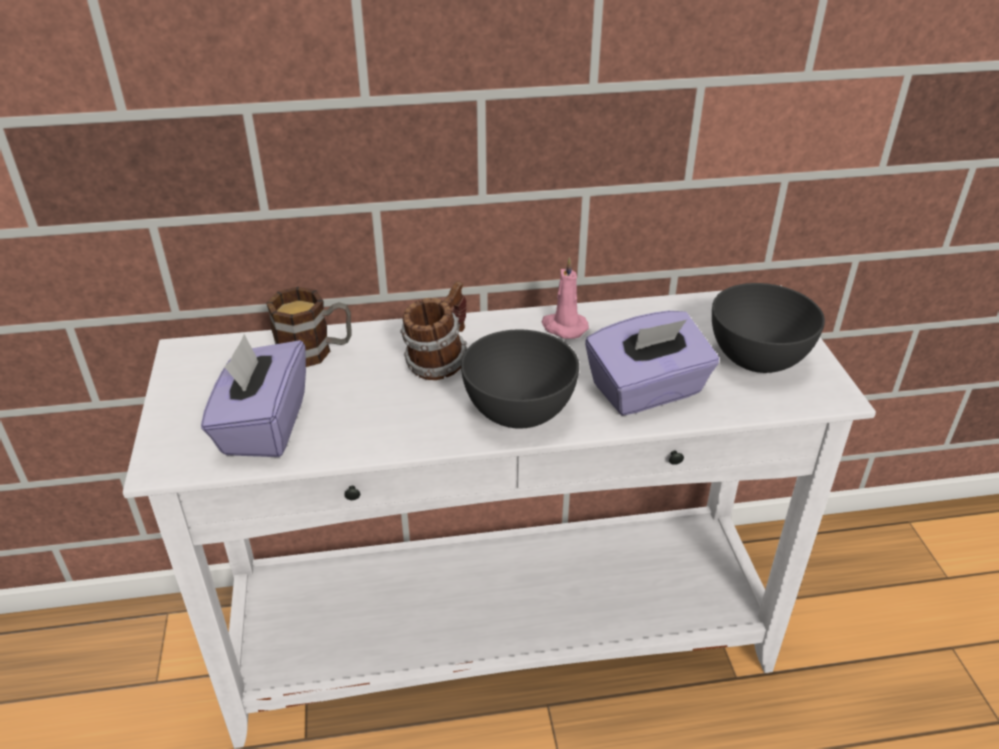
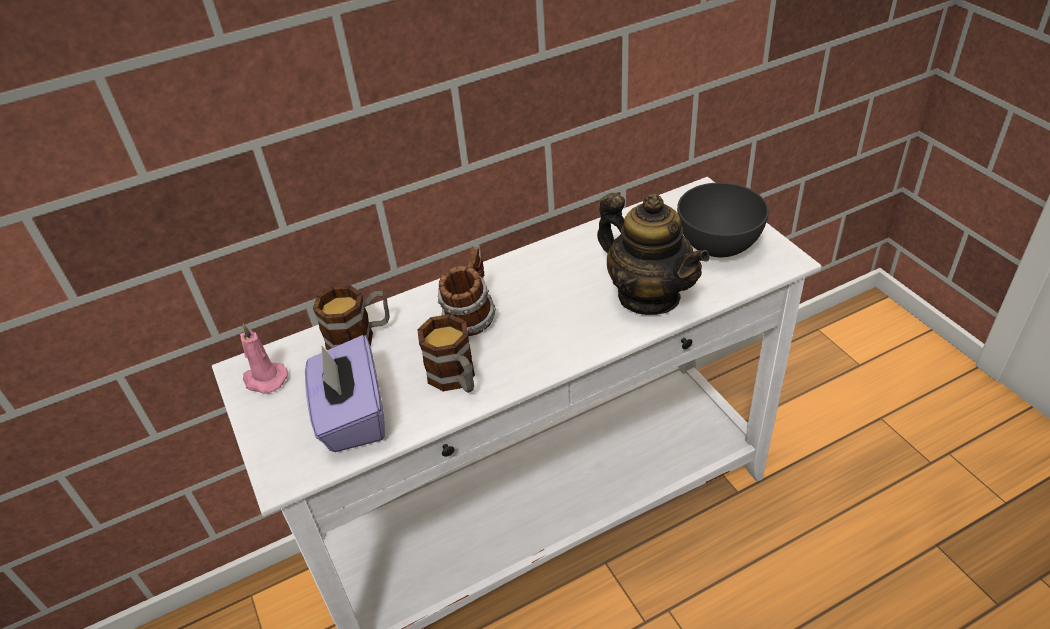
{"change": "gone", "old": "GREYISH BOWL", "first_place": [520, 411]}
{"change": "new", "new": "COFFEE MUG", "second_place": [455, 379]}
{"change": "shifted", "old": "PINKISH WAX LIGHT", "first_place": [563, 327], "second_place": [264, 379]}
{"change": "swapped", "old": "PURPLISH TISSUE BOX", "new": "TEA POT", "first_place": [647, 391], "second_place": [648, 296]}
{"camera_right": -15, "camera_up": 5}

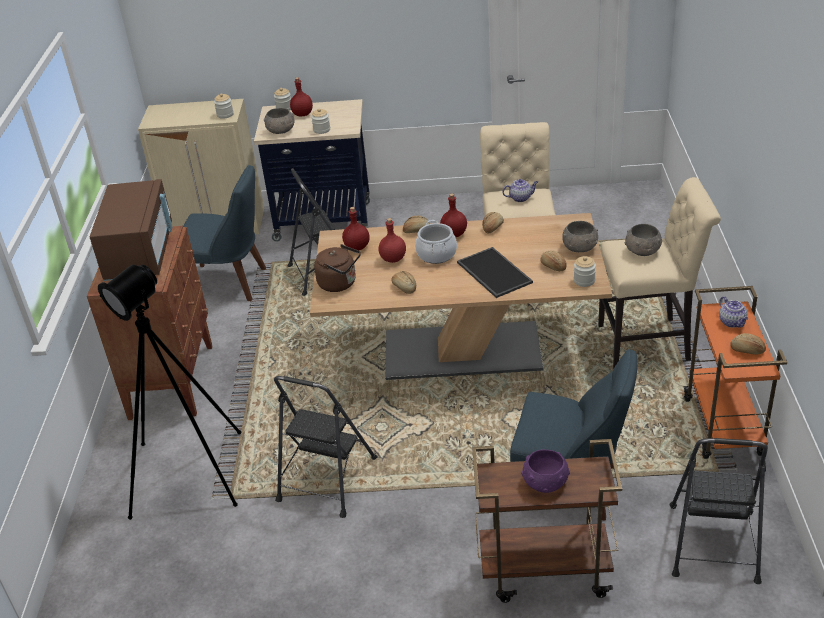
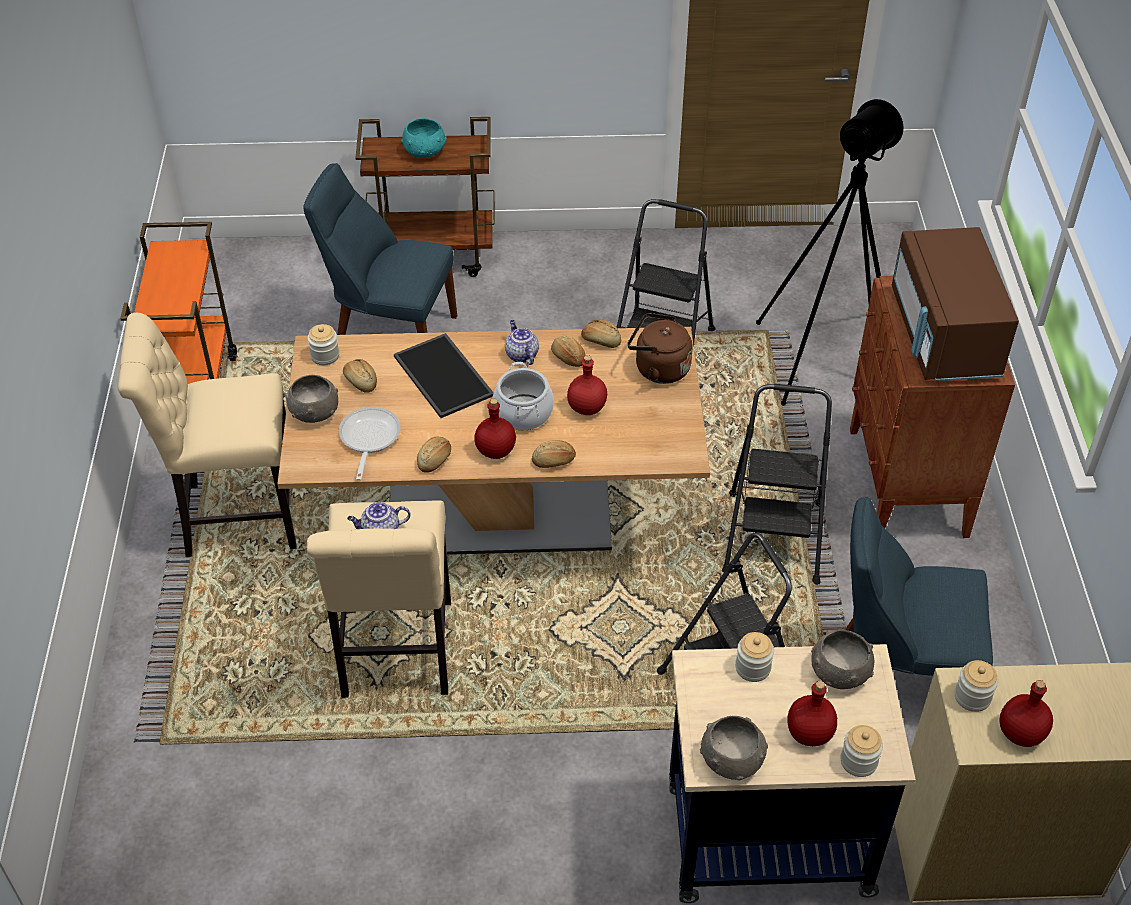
{"change": "new", "new": "SKILLET", "second_place": [368, 439]}
{"change": "shifted", "old": "REDDISH DRINK BOTTLE", "first_place": [357, 247], "second_place": [1020, 733]}
{"change": "shifted", "old": "GREYISH BOWL", "first_place": [642, 251], "second_place": [732, 759]}
{"change": "shifted", "old": "BLACK STEP STOOL", "first_place": [713, 544], "second_place": [774, 533]}
{"change": "shifted", "old": "TEA POT", "first_place": [732, 322], "second_place": [521, 355]}
{"change": "shifted", "old": "BAKERY BREAD", "first_place": [747, 350], "second_place": [601, 340]}
{"change": "repainted", "old": "PURPLISH BOWL", "new": "BLUE-GREEN BOWL", "first_place": [544, 482], "second_place": [425, 151]}
{"camera_right": 175, "camera_up": 10}

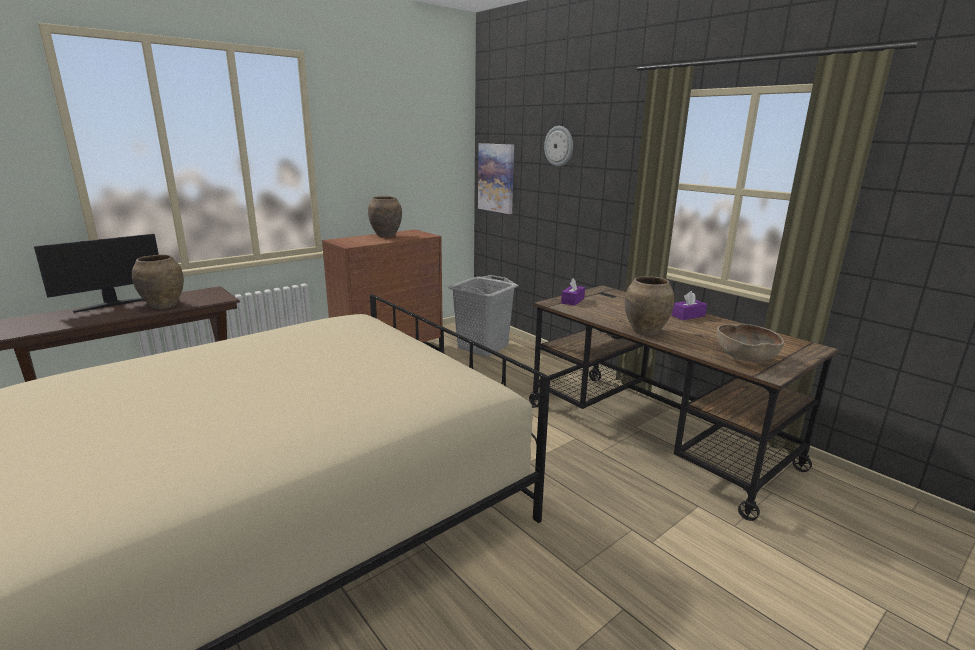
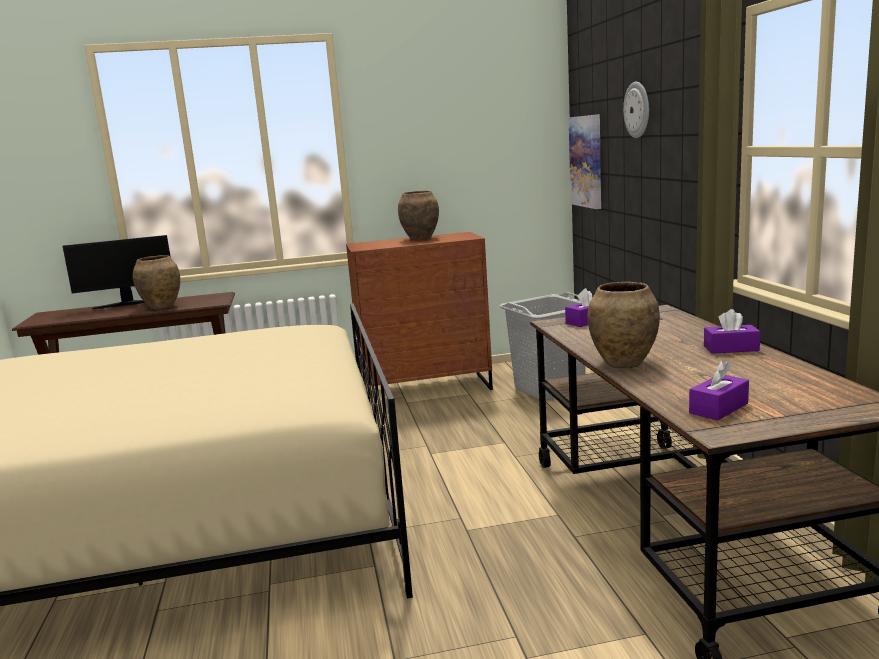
{"change": "swapped", "old": "BROWNISH BOWL", "new": "PURPLISH TISSUE BOX", "first_place": [744, 358], "second_place": [718, 408]}
{"camera_right": 30, "camera_up": -5}

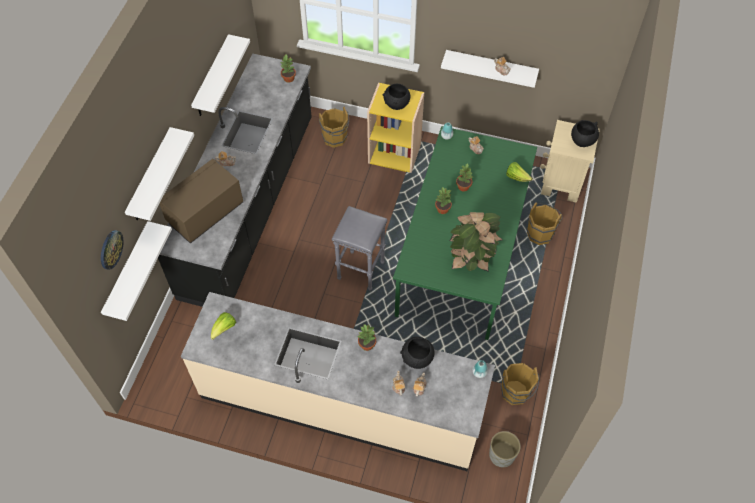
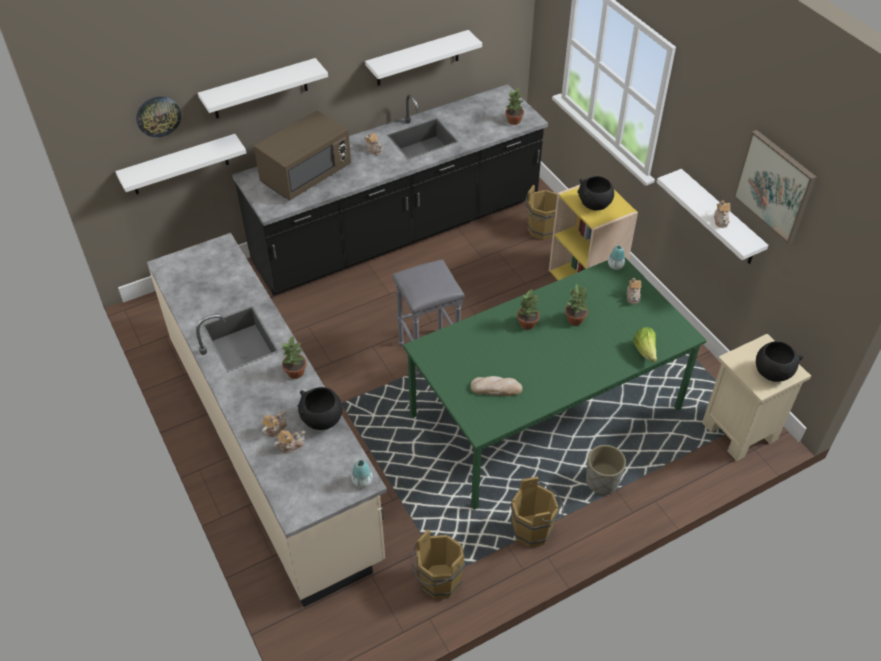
{"change": "gone", "old": "LETTUCE HEAD", "first_place": [224, 329]}
{"change": "new", "new": "WALL ART", "second_place": [775, 186]}
{"change": "shifted", "old": "GREYISH PLANT POT", "first_place": [502, 455], "second_place": [602, 482]}
{"change": "shifted", "old": "BROWNISH WATER BUCKET", "first_place": [540, 233], "second_place": [535, 529]}
{"change": "swapped", "old": "HOUSEPLANT", "new": "BAKERY BREAD", "first_place": [471, 261], "second_place": [496, 388]}
{"change": "rotated", "old": "BROWNISH MICROWAVE OVEN", "first_place": [205, 213], "second_place": [306, 174], "degrees": 135}
{"camera_right": 45, "camera_up": -10}

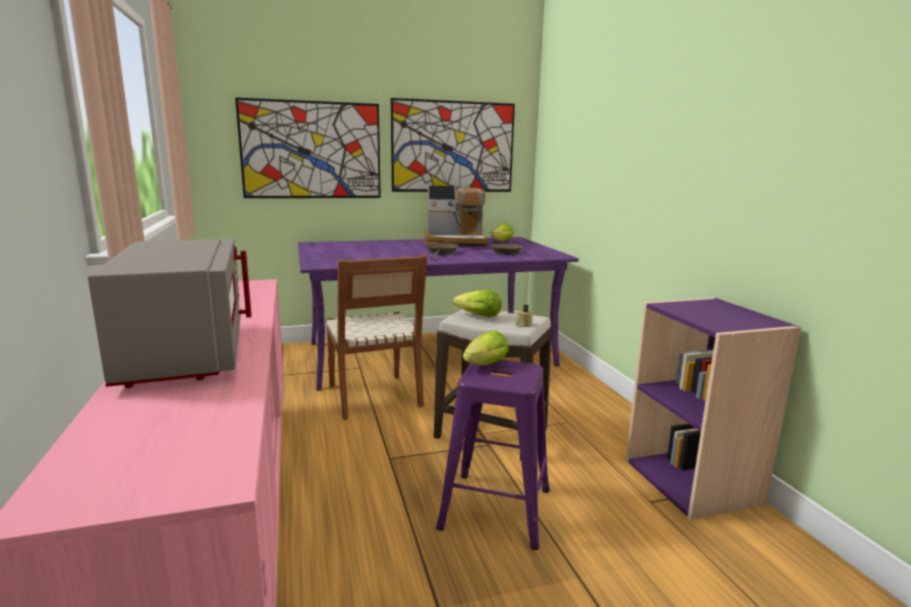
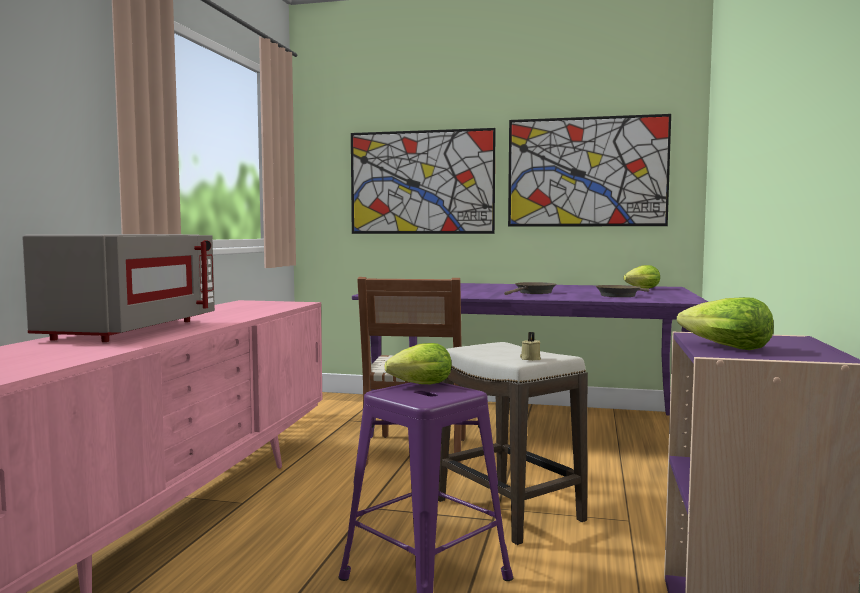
{"change": "gone", "old": "COFFEE BREWER", "first_place": [455, 243]}
{"change": "shifted", "old": "LETTUCE HEAD", "first_place": [478, 316], "second_place": [725, 348]}
{"camera_right": 30, "camera_up": -10}

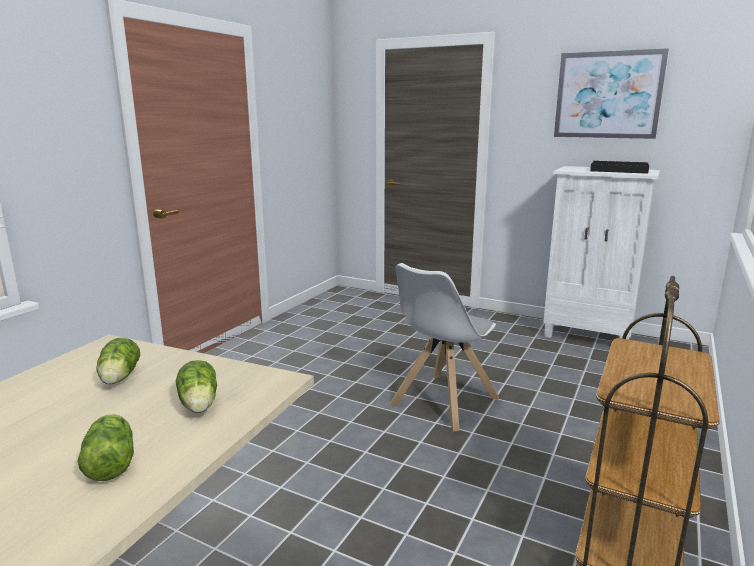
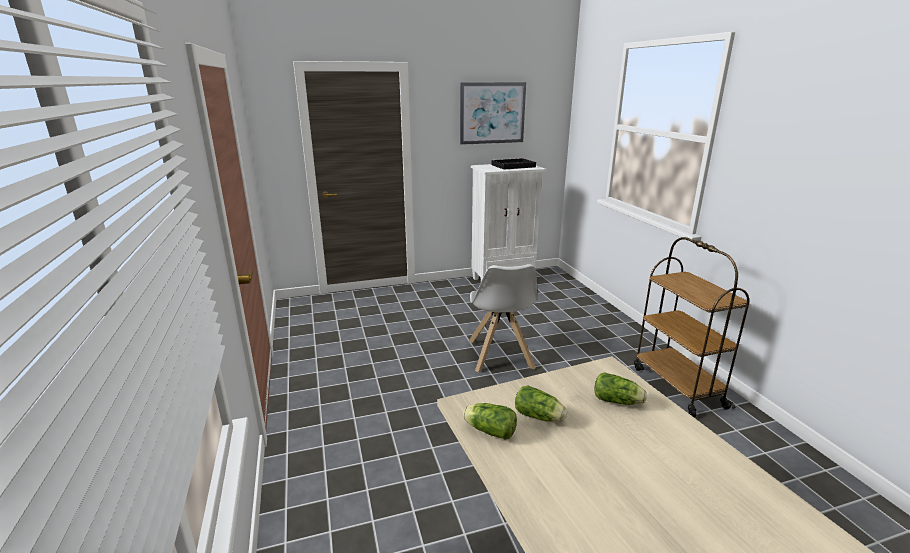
{"change": "shifted", "old": "LETTUCE HEAD", "first_place": [111, 461], "second_place": [488, 430]}
{"camera_right": -45, "camera_up": 5}

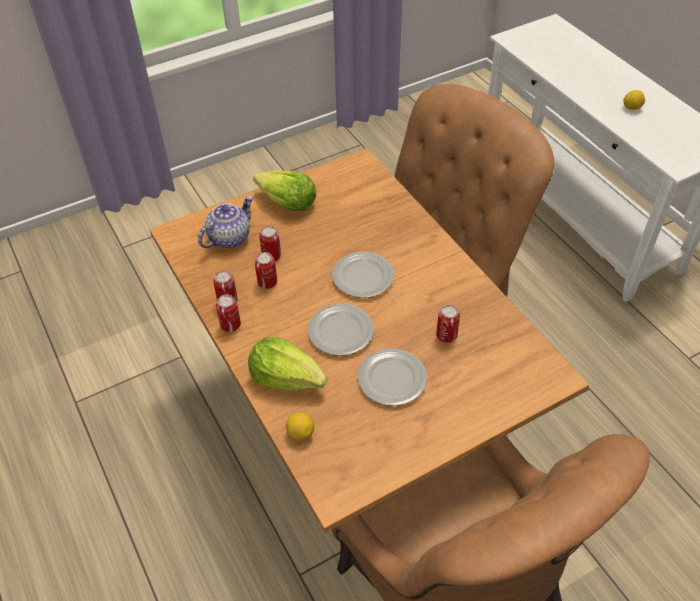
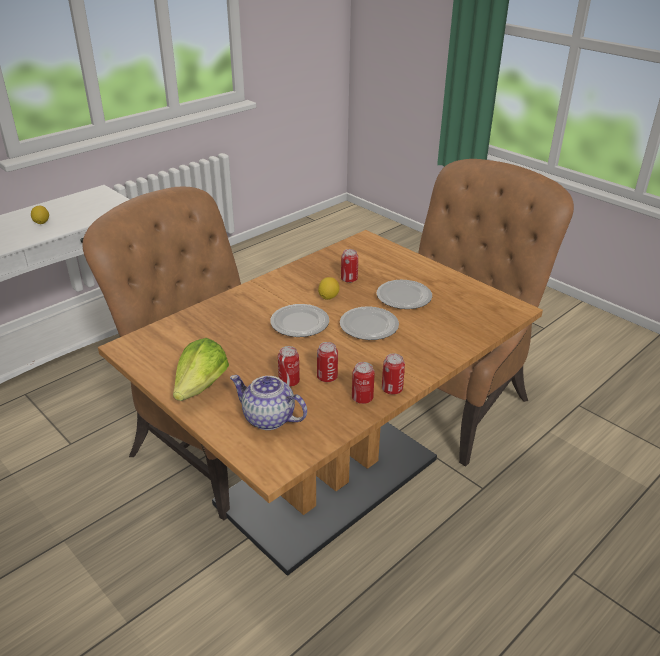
{"change": "gone", "old": "LETTUCE HEAD", "first_place": [287, 378]}
{"change": "shifted", "old": "WHOLE LEMON", "first_place": [300, 433], "second_place": [328, 297]}
{"camera_right": -105, "camera_up": -15}

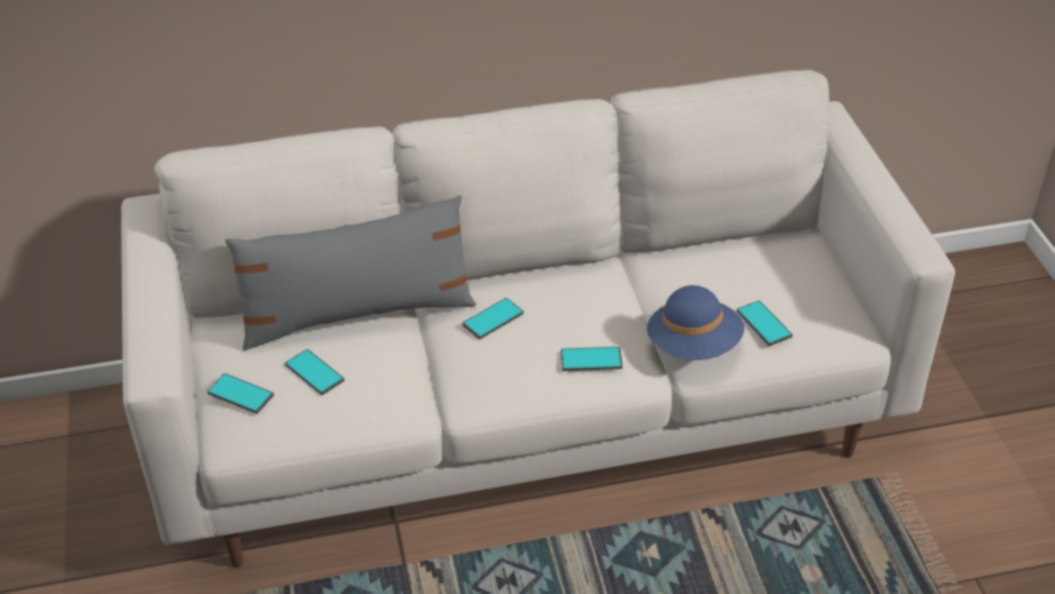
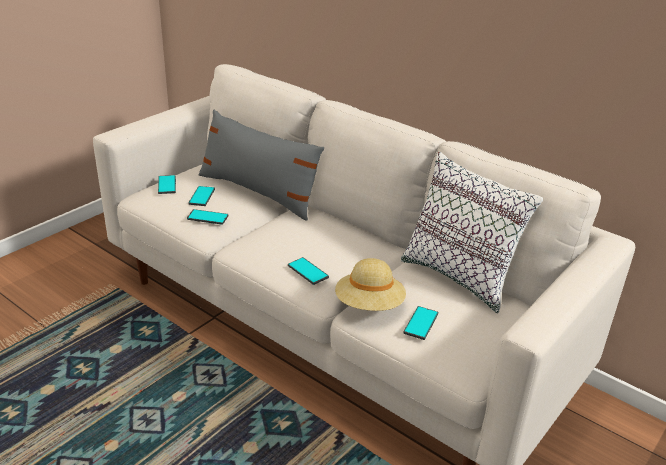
{"change": "new", "new": "WHITE THROW PILLOW", "second_place": [458, 279]}
{"change": "shifted", "old": "TELEPHONE", "first_place": [493, 319], "second_place": [207, 217]}
{"change": "repainted", "old": "BLUISH WEARABLE HAT", "new": "BEIGE WEARABLE HAT", "first_place": [693, 345], "second_place": [369, 305]}
{"camera_right": 50, "camera_up": -10}

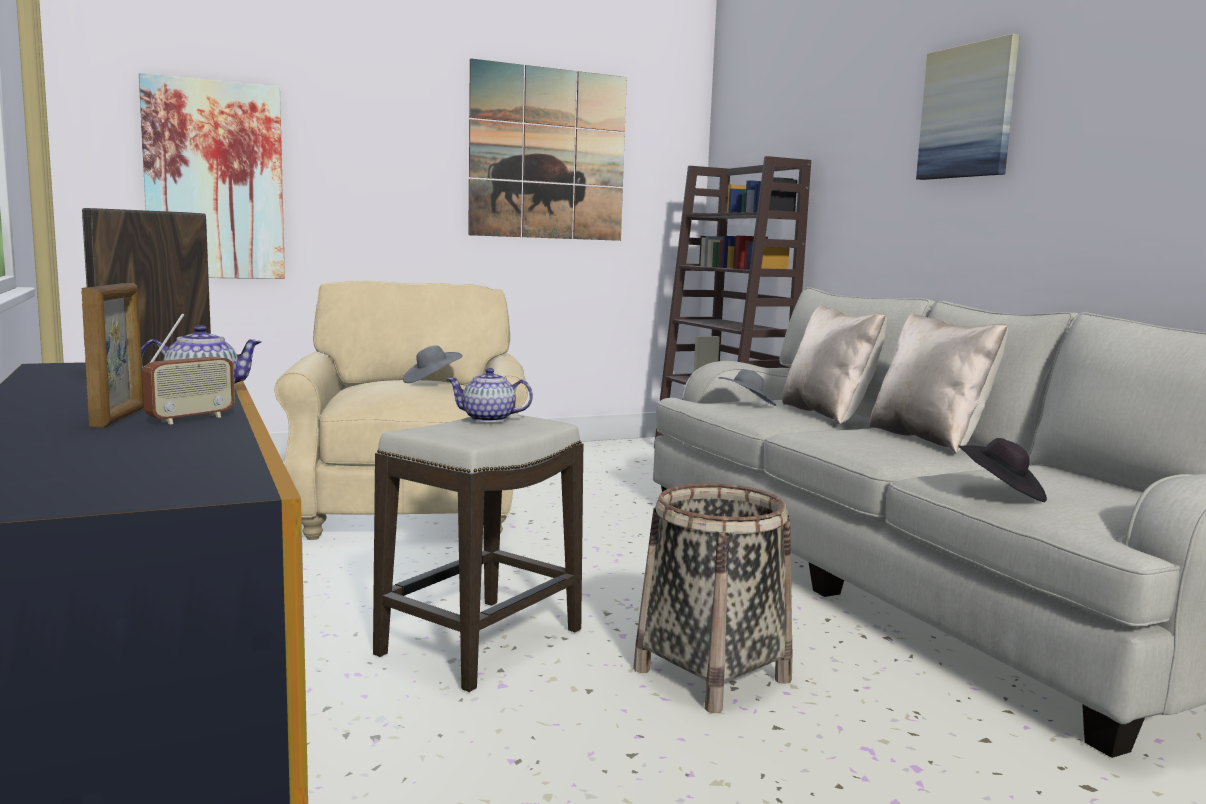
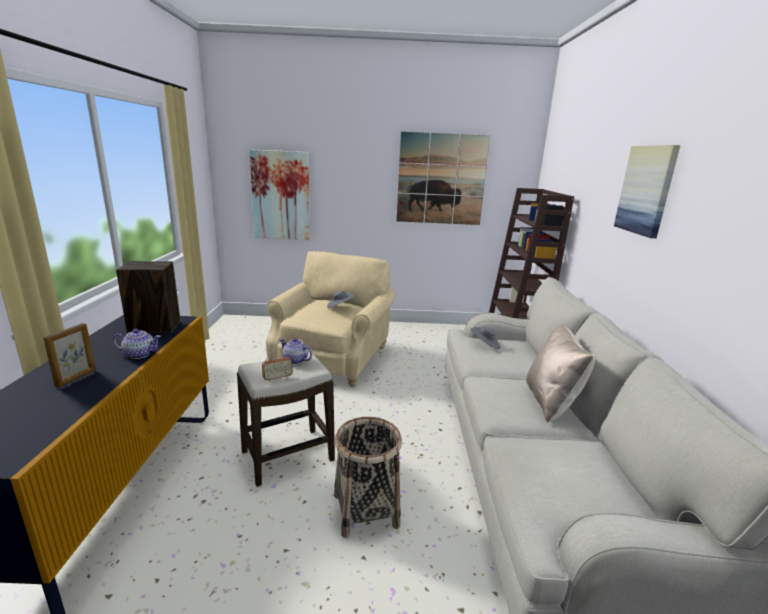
{"change": "gone", "old": "BEIGE THROW PILLOW", "first_place": [828, 414]}
{"change": "gone", "old": "BLACK WEARABLE HAT", "first_place": [1001, 493]}
{"change": "shifted", "old": "RADIO SET", "first_place": [191, 419], "second_place": [277, 378]}
{"camera_right": 25, "camera_up": 10}

